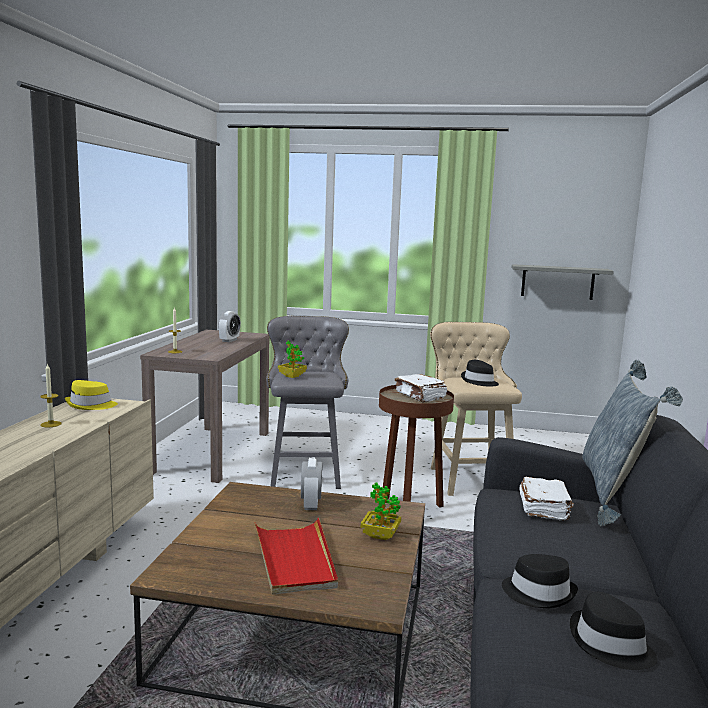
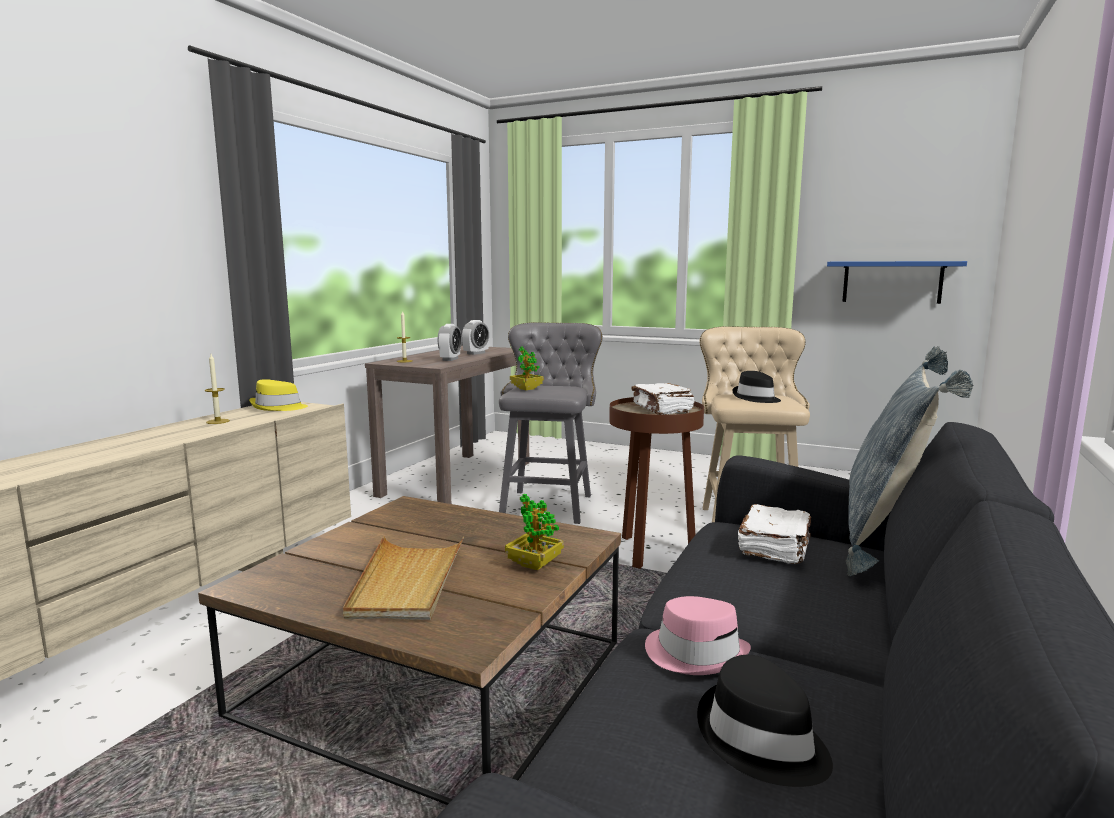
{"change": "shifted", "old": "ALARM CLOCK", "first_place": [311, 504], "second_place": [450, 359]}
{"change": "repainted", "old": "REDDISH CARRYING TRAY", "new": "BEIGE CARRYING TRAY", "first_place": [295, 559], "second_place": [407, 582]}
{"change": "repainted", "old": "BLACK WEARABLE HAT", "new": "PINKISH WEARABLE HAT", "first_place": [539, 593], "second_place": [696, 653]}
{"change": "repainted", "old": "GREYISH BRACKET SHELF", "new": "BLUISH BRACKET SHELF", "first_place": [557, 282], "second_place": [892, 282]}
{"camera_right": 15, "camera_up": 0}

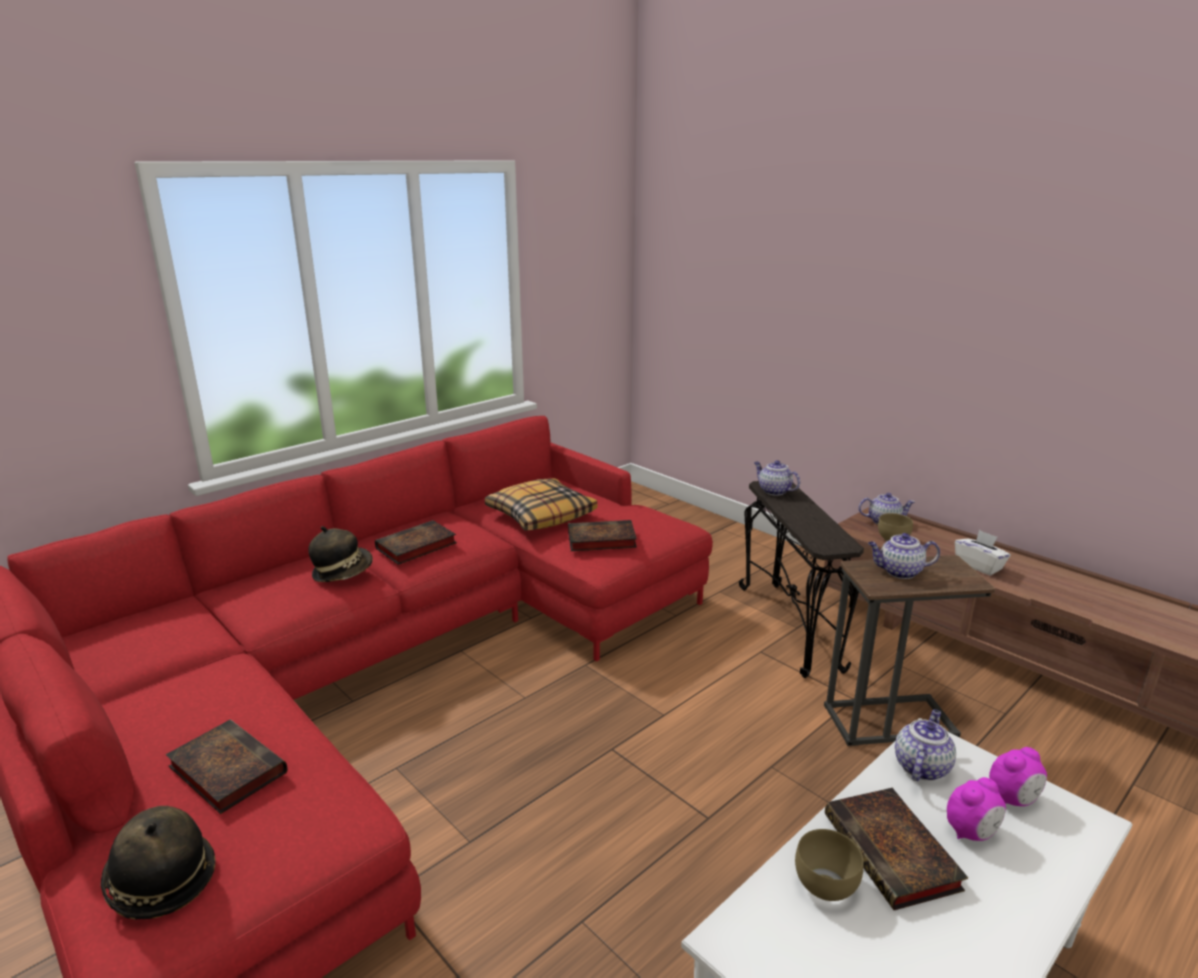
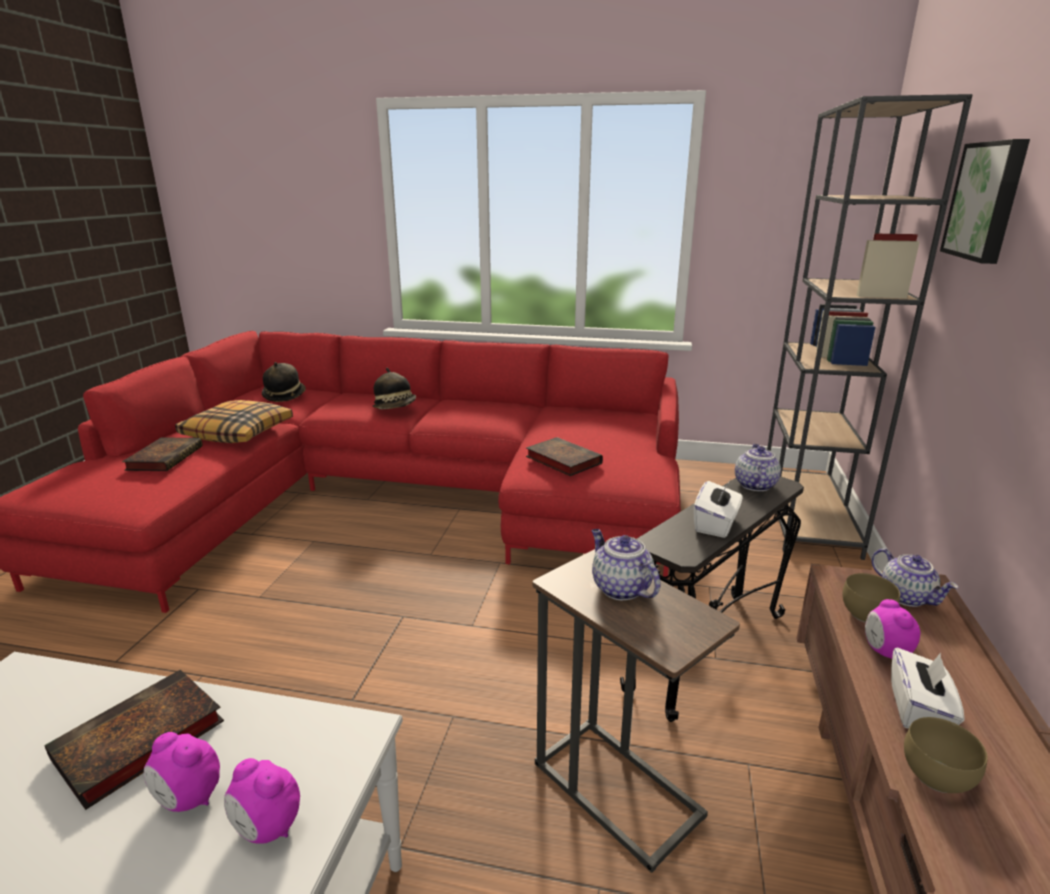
{"change": "gone", "old": "BOOK", "first_place": [415, 547]}
{"change": "gone", "old": "TEA POT", "first_place": [921, 766]}
{"change": "new", "new": "WHITE TISSUE BOX", "second_place": [716, 525]}
{"change": "new", "new": "BOOKSHELF", "second_place": [808, 516]}
{"change": "new", "new": "ALARM CLOCK", "second_place": [885, 652]}
{"change": "new", "new": "WALL ART", "second_place": [987, 201]}
{"change": "shifted", "old": "WEARABLE HAT", "first_place": [160, 881], "second_place": [284, 396]}
{"change": "shifted", "old": "THROW PILLOW", "first_place": [540, 515], "second_place": [238, 432]}
{"change": "shifted", "old": "BROWNISH BOWL", "first_place": [826, 888], "second_place": [934, 778]}
{"camera_right": 55, "camera_up": 0}

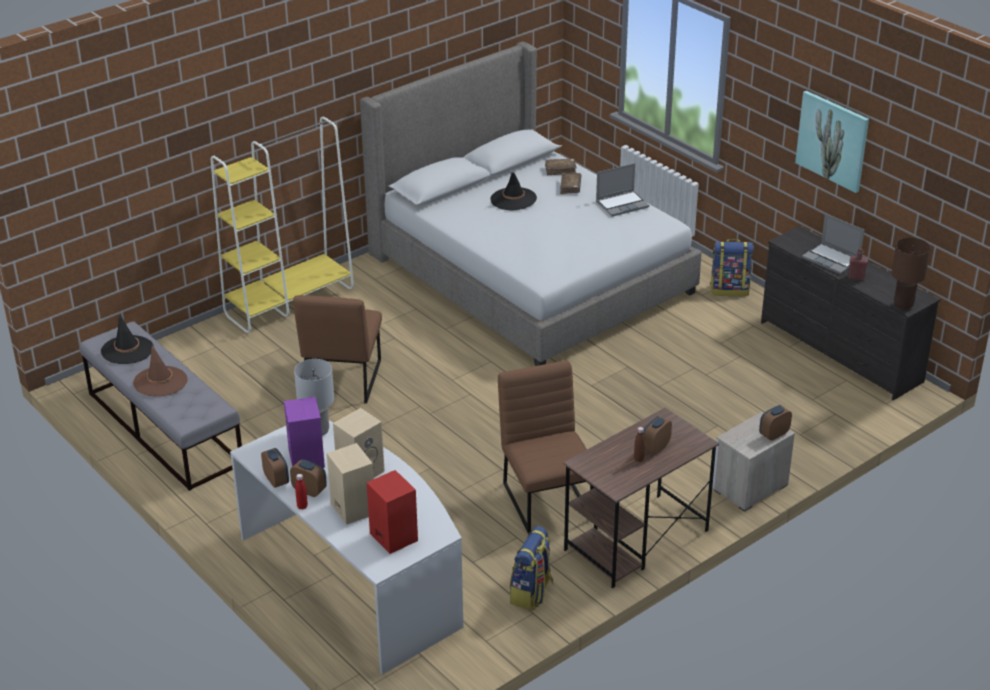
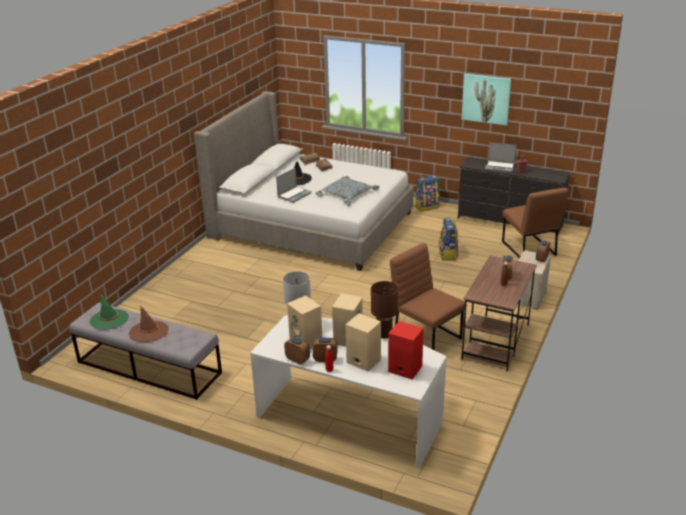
{"change": "gone", "old": "YELLOWISH CLOTHES RACK", "first_place": [290, 303]}
{"change": "new", "new": "THROW PILLOW", "second_place": [347, 193]}
{"change": "shifted", "old": "BROWNISH CHAIR", "first_place": [342, 381], "second_place": [529, 249]}
{"change": "shifted", "old": "BACKPACK", "first_place": [531, 593], "second_place": [448, 255]}
{"change": "shifted", "old": "PORTABLE COMPUTER", "first_place": [622, 204], "second_place": [294, 195]}
{"change": "shifted", "old": "BROWNISH TABLE LAMP", "first_place": [903, 305], "second_place": [384, 335]}
{"change": "repainted", "old": "BLACK WEARABLE HAT", "new": "GREEN WEARABLE HAT", "first_place": [127, 350], "second_place": [109, 319]}
{"change": "repainted", "old": "PURPLISH AUDIO SPEAKER", "new": "BEIGE AUDIO SPEAKER", "first_place": [307, 459], "second_place": [307, 342]}
{"camera_right": -25, "camera_up": -5}

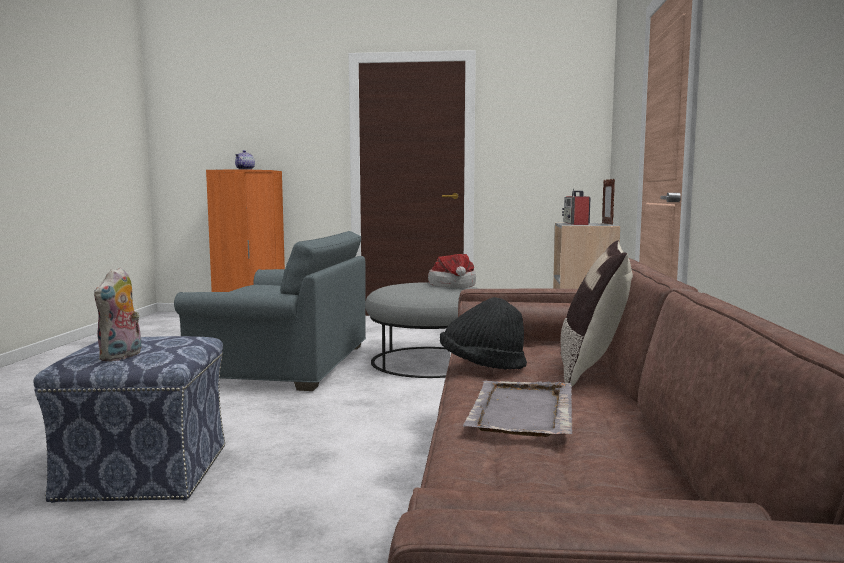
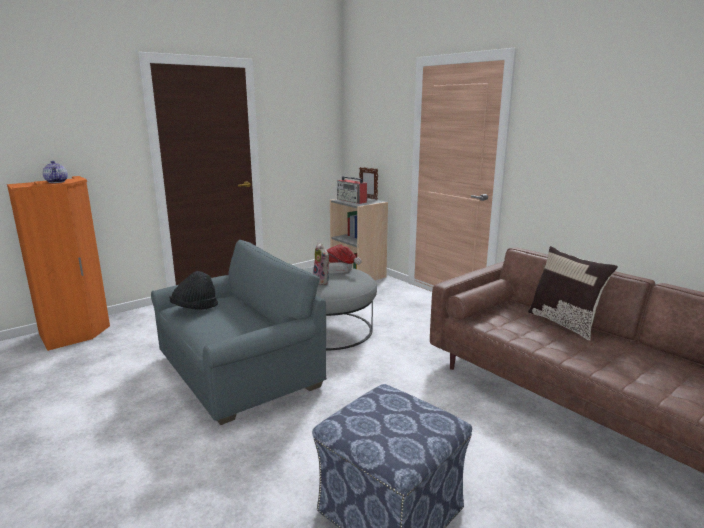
{"change": "gone", "old": "GREYISH CARRYING TRAY", "first_place": [521, 412]}
{"change": "shifted", "old": "SOFT TOY", "first_place": [122, 356], "second_place": [322, 282]}
{"change": "shifted", "old": "BLACK WEARABLE HAT", "first_place": [482, 366], "second_place": [195, 309]}
{"camera_right": -45, "camera_up": 10}

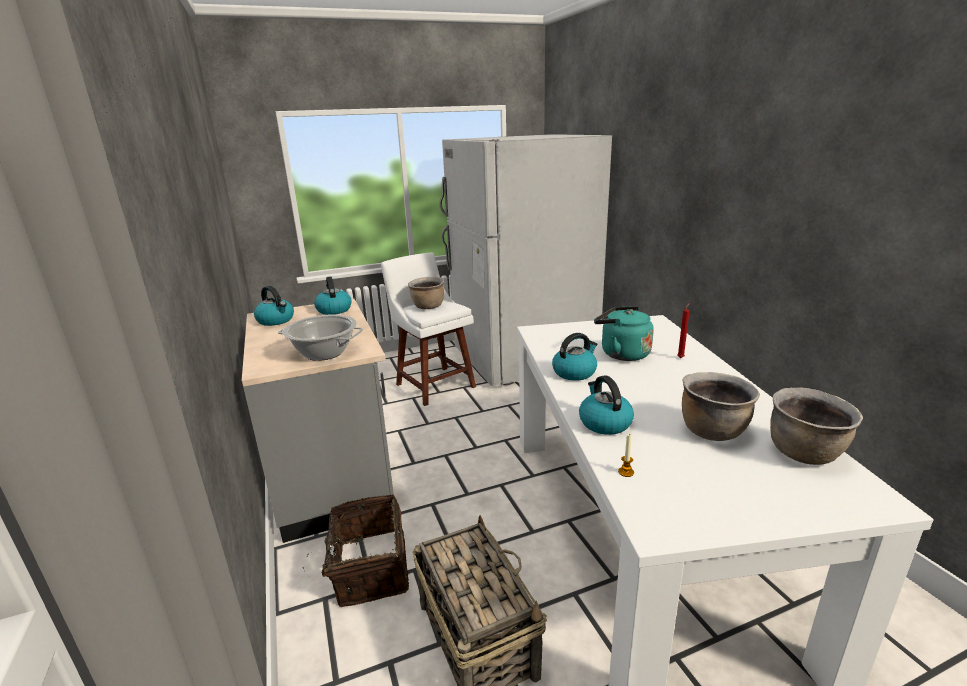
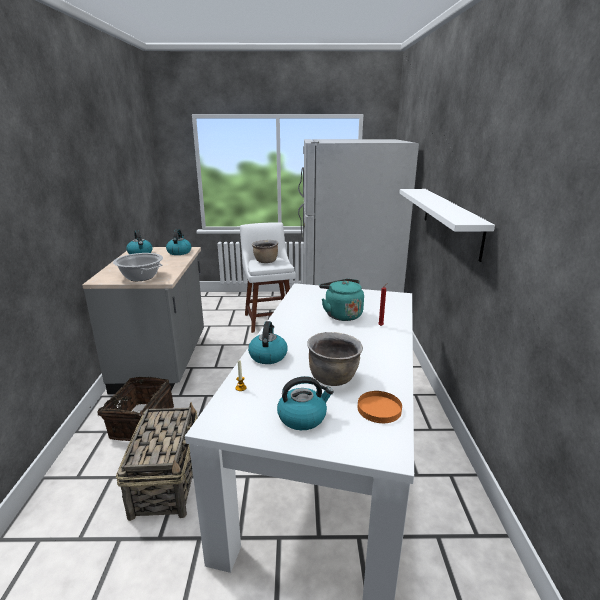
{"change": "new", "new": "WHITE BRACKET SHELF", "second_place": [450, 220]}
{"change": "shifted", "old": "KETTLE", "first_place": [574, 372], "second_place": [303, 417]}
{"change": "swapped", "old": "BROWNISH COOKING POT", "new": "ORANGE PLATE", "first_place": [804, 453], "second_place": [379, 409]}
{"camera_right": 20, "camera_up": 0}

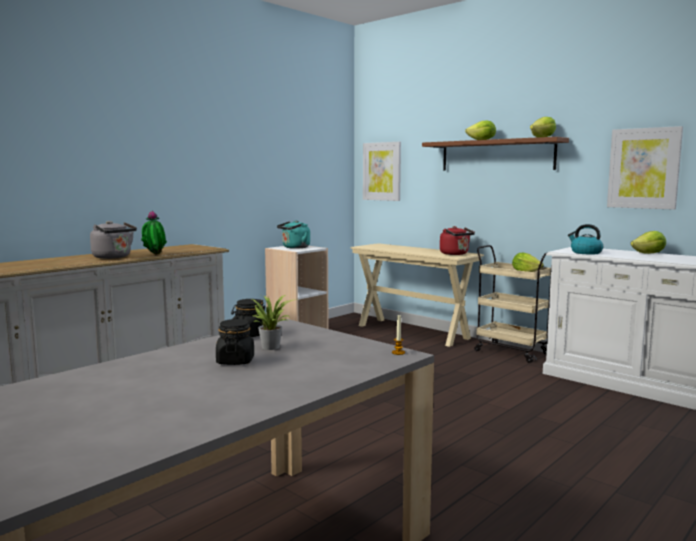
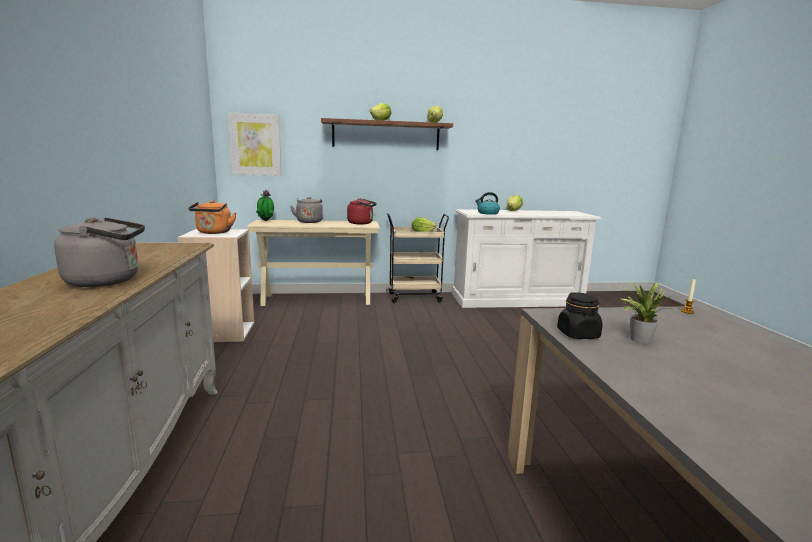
{"change": "gone", "old": "BLACK JAR", "first_place": [235, 361]}
{"change": "gone", "old": "WALL ART", "first_place": [643, 168]}
{"change": "new", "new": "GREYISH KETTLE", "second_place": [309, 221]}
{"change": "shifted", "old": "HOUSEPLANT", "first_place": [154, 254], "second_place": [266, 221]}
{"change": "repainted", "old": "BLUE-GREEN KETTLE", "new": "ORANGE KETTLE", "first_place": [294, 247], "second_place": [213, 232]}
{"camera_right": -50, "camera_up": 5}

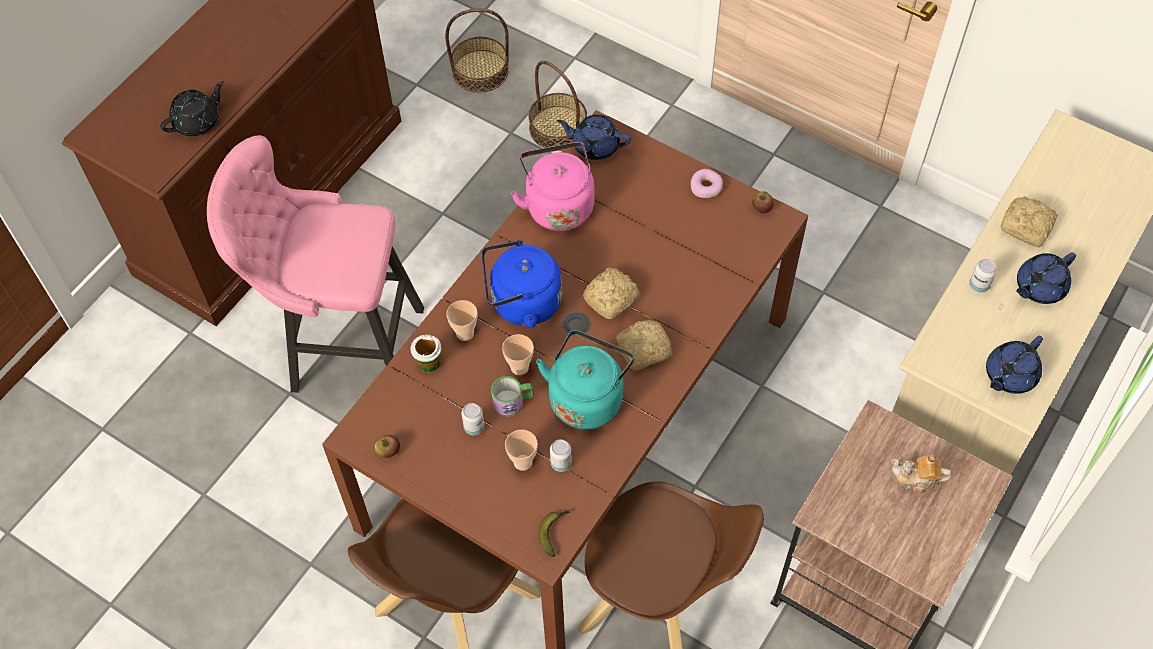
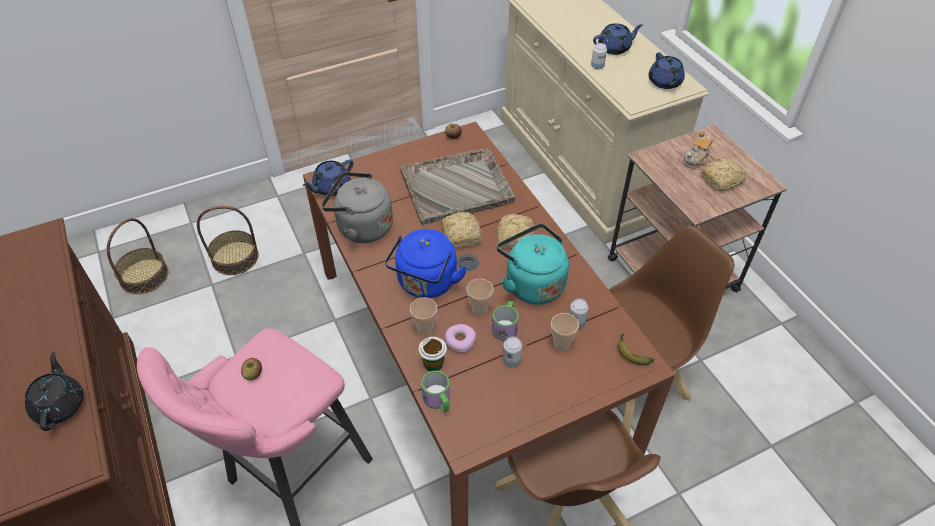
{"change": "new", "new": "GREYISH CARRYING TRAY", "second_place": [457, 187]}
{"change": "new", "new": "COFFEE MUG", "second_place": [438, 401]}
{"change": "shifted", "old": "APPLE FRUIT", "first_place": [388, 451], "second_place": [253, 374]}
{"change": "shifted", "old": "RING DOUGHNUT", "first_place": [706, 187], "second_place": [460, 341]}
{"change": "shifted", "old": "BAKERY BREAD", "first_place": [1027, 228], "second_place": [722, 180]}
{"change": "repainted", "old": "PINKISH KETTLE", "new": "GREYISH KETTLE", "first_place": [558, 205], "second_place": [361, 227]}
{"change": "rotated", "old": "BLUISH TEA POT", "first_place": [1039, 287], "second_place": [614, 48], "degrees": -105}
{"camera_right": -60, "camera_up": -10}

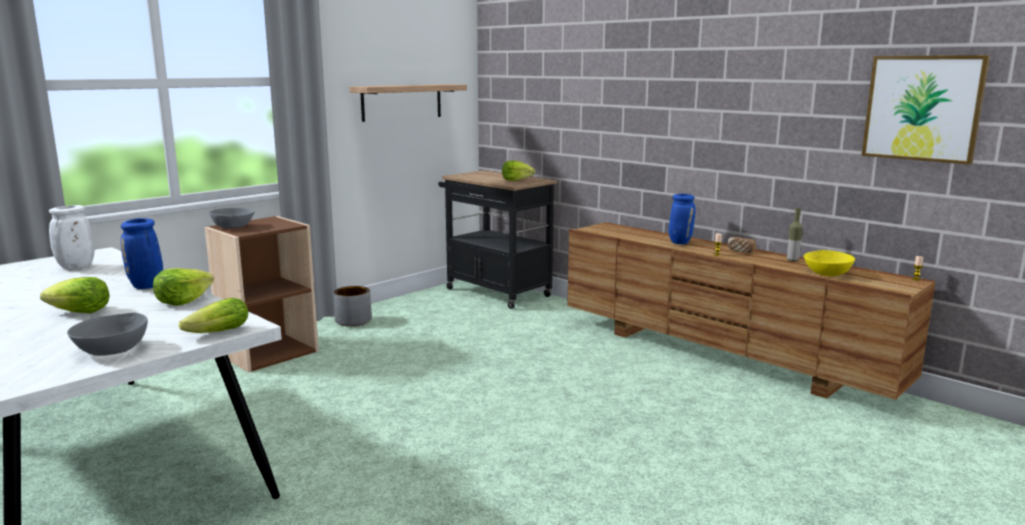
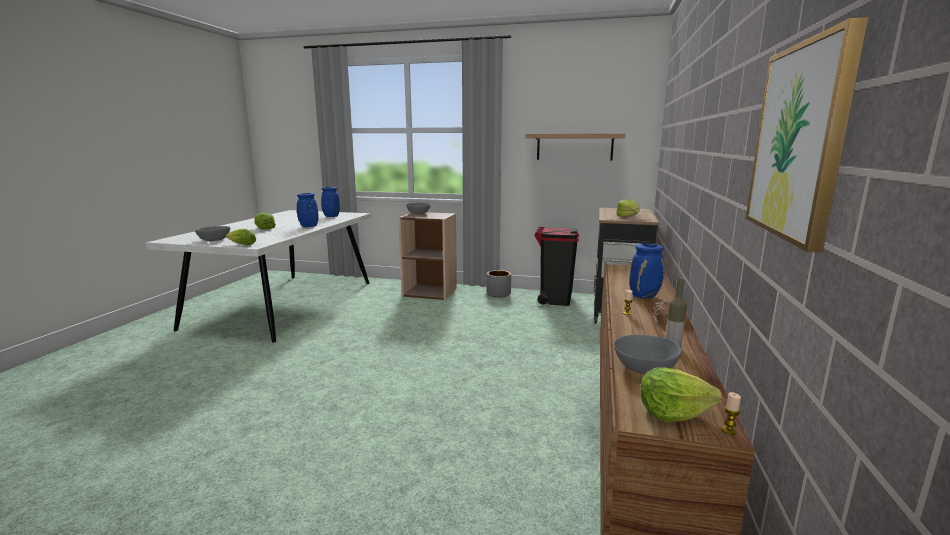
{"change": "new", "new": "BLACK RUBBISH BIN", "second_place": [555, 299]}
{"change": "shifted", "old": "LETTUCE HEAD", "first_place": [183, 301], "second_place": [673, 412]}
{"change": "repainted", "old": "WHITE DECORATIVE VASE", "new": "BLUISH DECORATIVE VASE", "first_place": [75, 267], "second_place": [331, 216]}
{"change": "repainted", "old": "YELLOWISH BOWL", "new": "GREYISH BOWL", "first_place": [827, 274], "second_place": [644, 368]}
{"camera_right": 60, "camera_up": 0}

